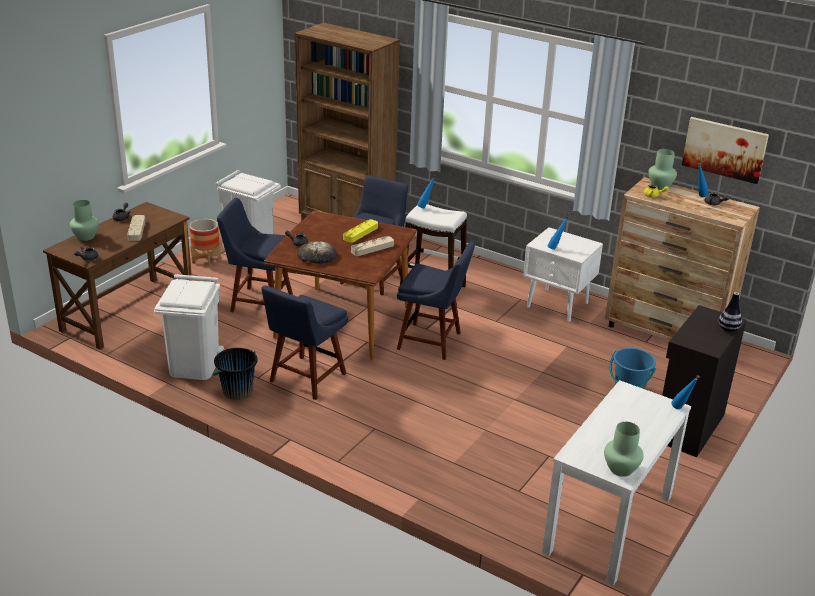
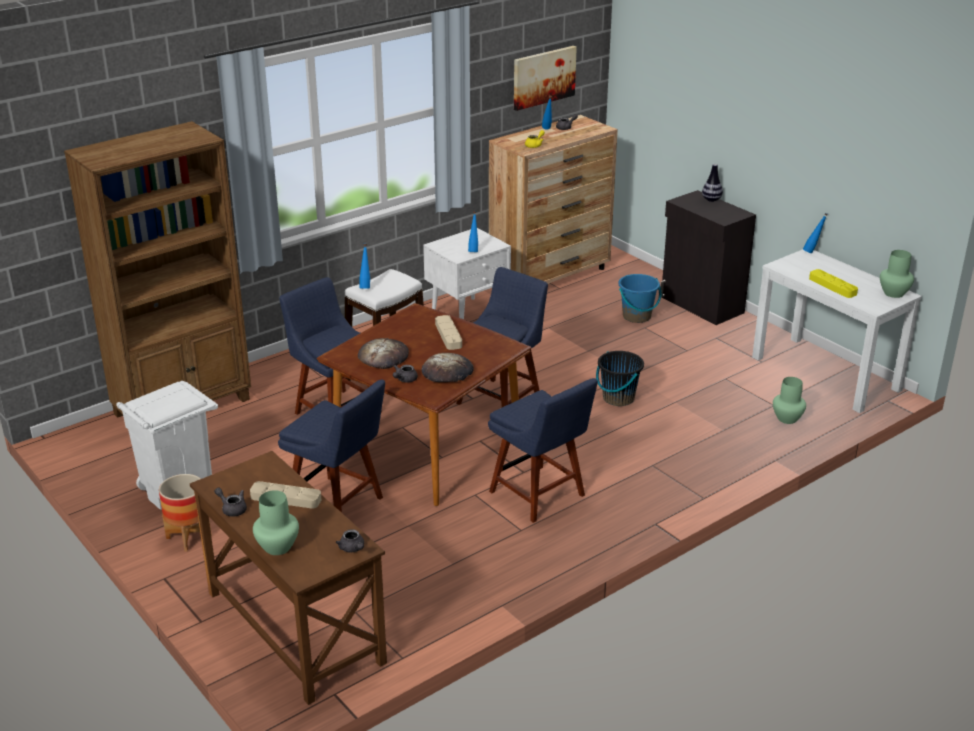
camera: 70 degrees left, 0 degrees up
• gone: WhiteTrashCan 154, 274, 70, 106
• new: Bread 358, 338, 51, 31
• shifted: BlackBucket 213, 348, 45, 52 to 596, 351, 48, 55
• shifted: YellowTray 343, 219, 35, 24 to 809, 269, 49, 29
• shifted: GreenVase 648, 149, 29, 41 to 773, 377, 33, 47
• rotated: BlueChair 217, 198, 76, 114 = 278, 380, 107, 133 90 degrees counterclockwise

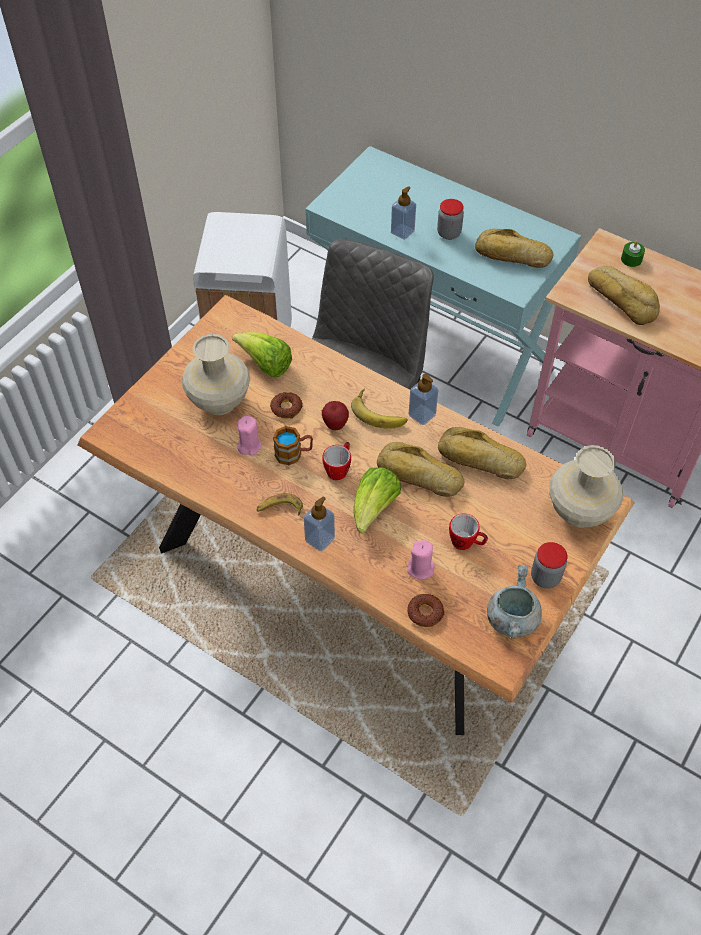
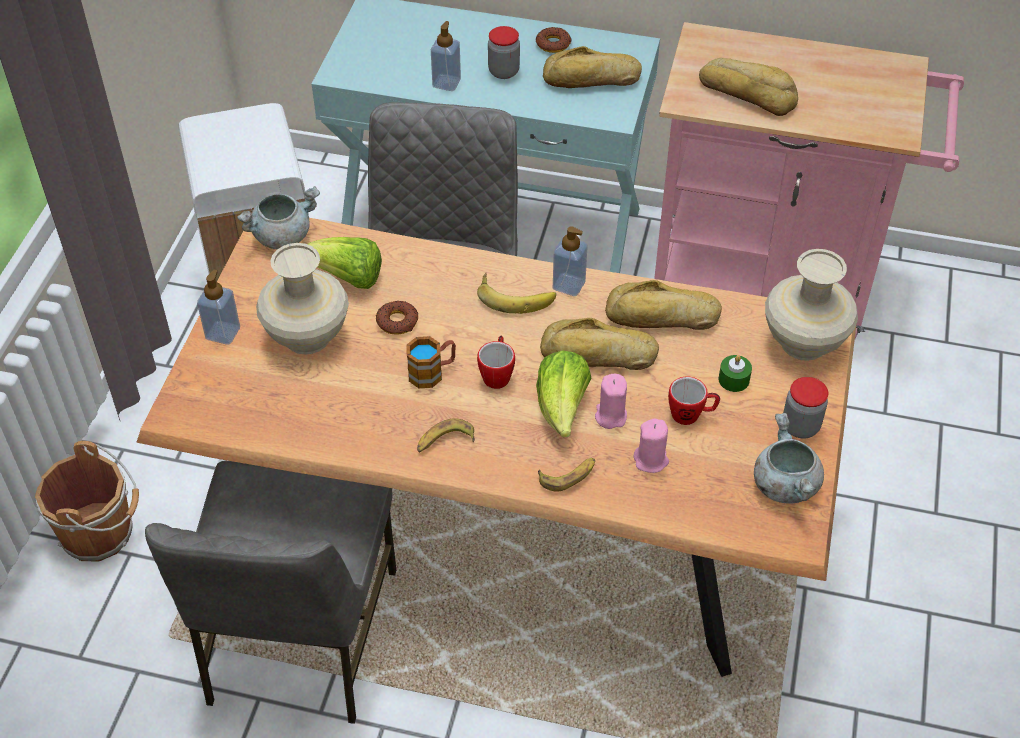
camera: 20 degrees left, 5 degrees down
• gone: Apple 322, 401, 27, 29
• new: BrownBucket 35, 441, 104, 120
• new: GreyChair 145, 461, 251, 263
• new: GreyCookingPot 237, 186, 83, 63
• new: Banana 538, 458, 57, 33
• shifted: PinkCandle 237, 416, 24, 40 to 595, 374, 32, 55
• shifted: SoapDispenser 304, 497, 31, 54 to 197, 270, 43, 75
• shifted: Donut 407, 594, 37, 33 to 536, 27, 35, 26
• shifted: GreenCandle 621, 240, 24, 27 to 719, 355, 33, 37

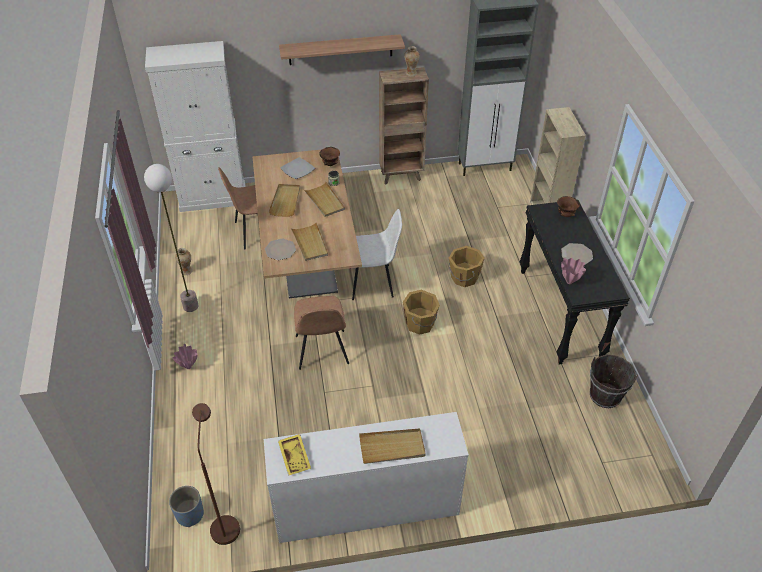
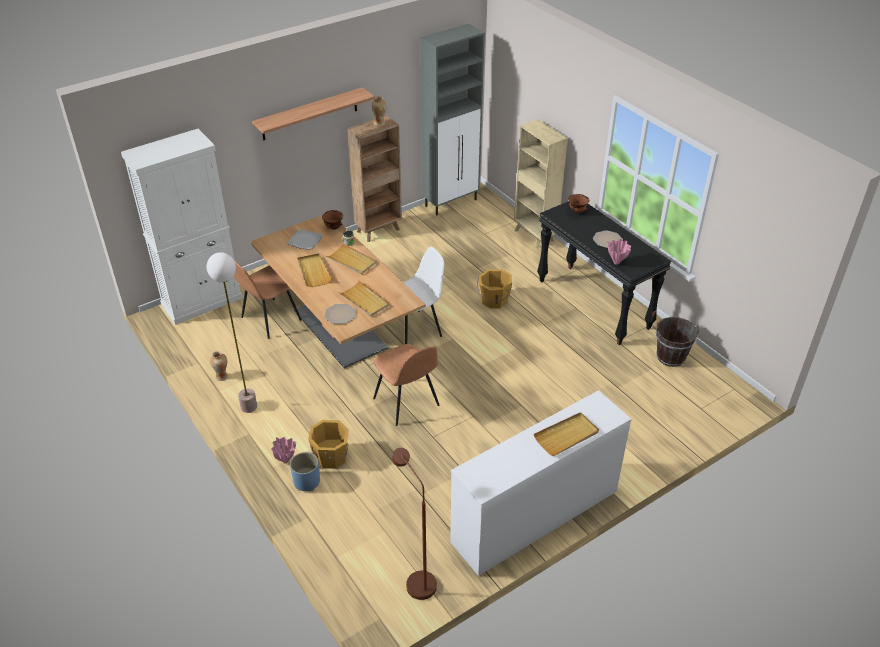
camera: 25 degrees left, 5 degrees down
• gone: YellowTray 278, 434, 33, 42
• shifted: BluePlanter 169, 486, 35, 41 to 290, 452, 30, 39
• shifted: OrangeBucket 403, 290, 37, 45 to 308, 420, 41, 49

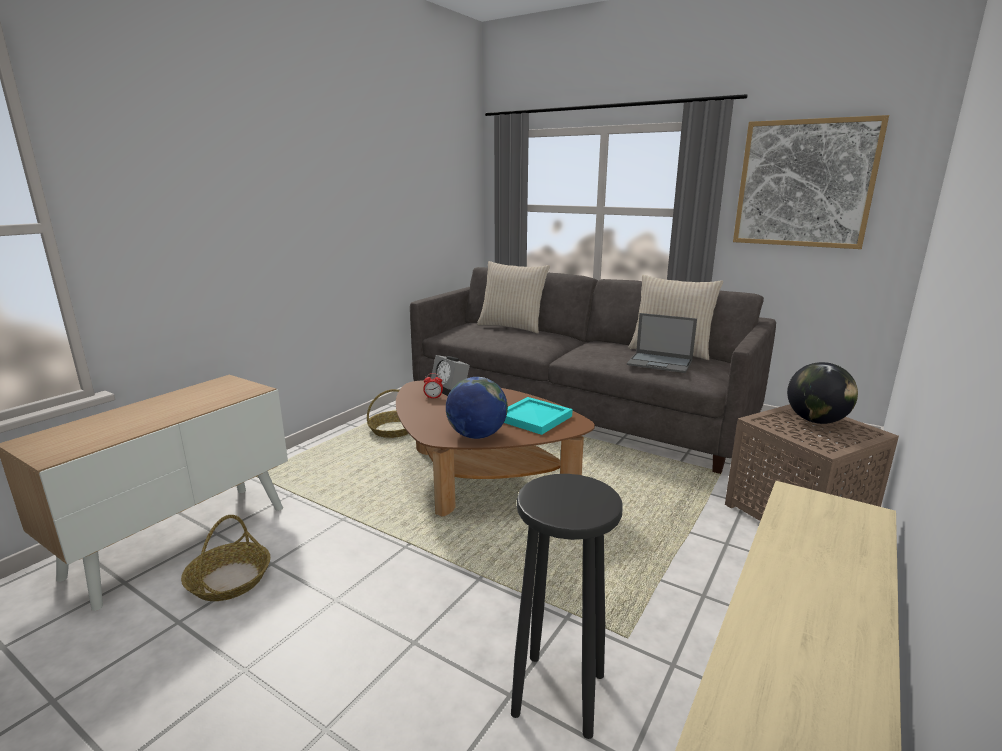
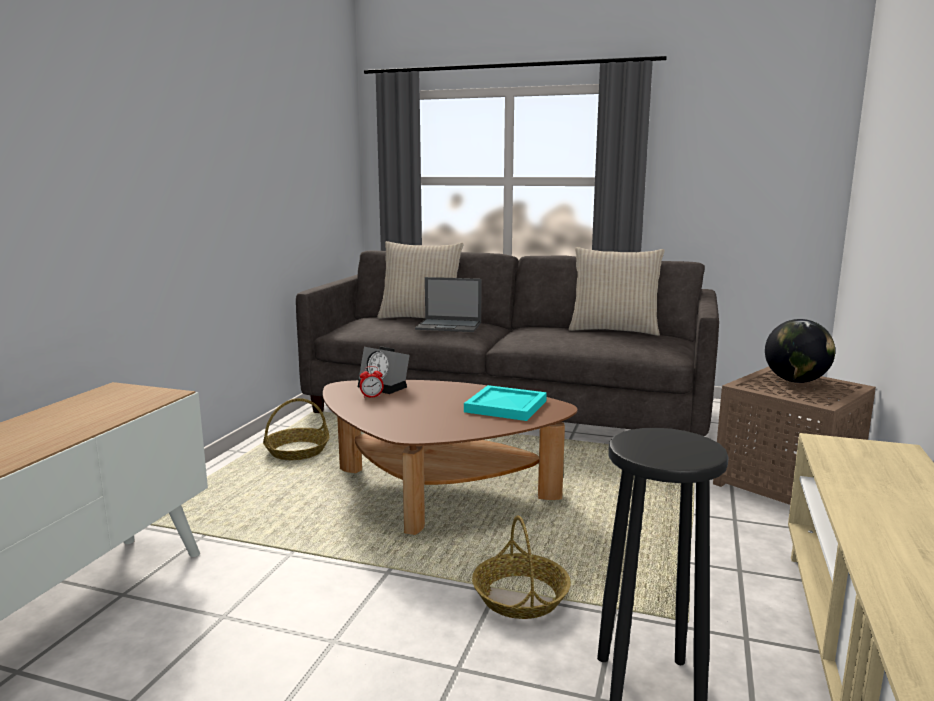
camera: 15 degrees left, 5 degrees down
• gone: Globe 446, 377, 62, 62
• gone: Picture 733, 115, 156, 134
• shifted: Basket 181, 515, 89, 86 to 472, 515, 99, 104
• shifted: Laptop 627, 313, 70, 60 to 415, 277, 66, 55

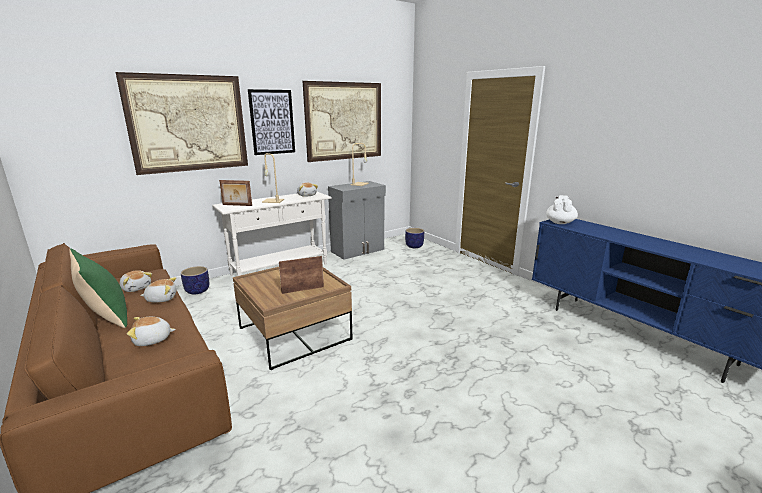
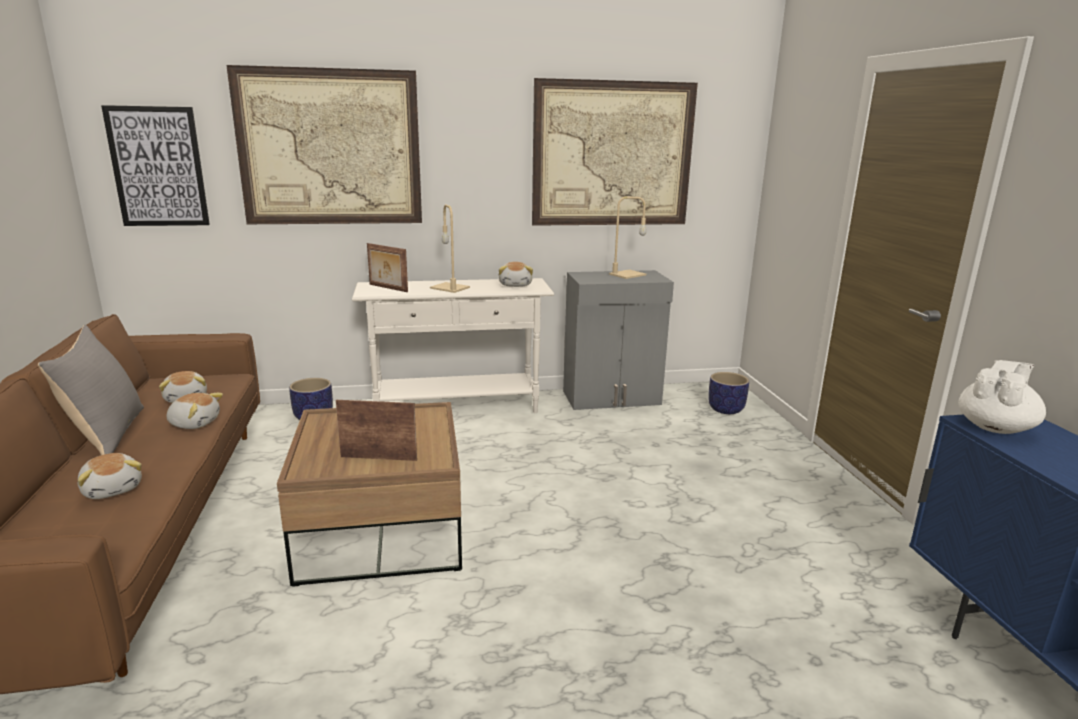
camera: 25 degrees right, 0 degrees up
• shifted: Picture 248, 89, 47, 66 to 101, 105, 109, 121
• repainted: GreenPillow 69, 248, 58, 80 to GreyPillow 38, 325, 106, 130
• rotated: PlushToy 127, 317, 49, 29 = 78, 453, 64, 46 135 degrees counterclockwise

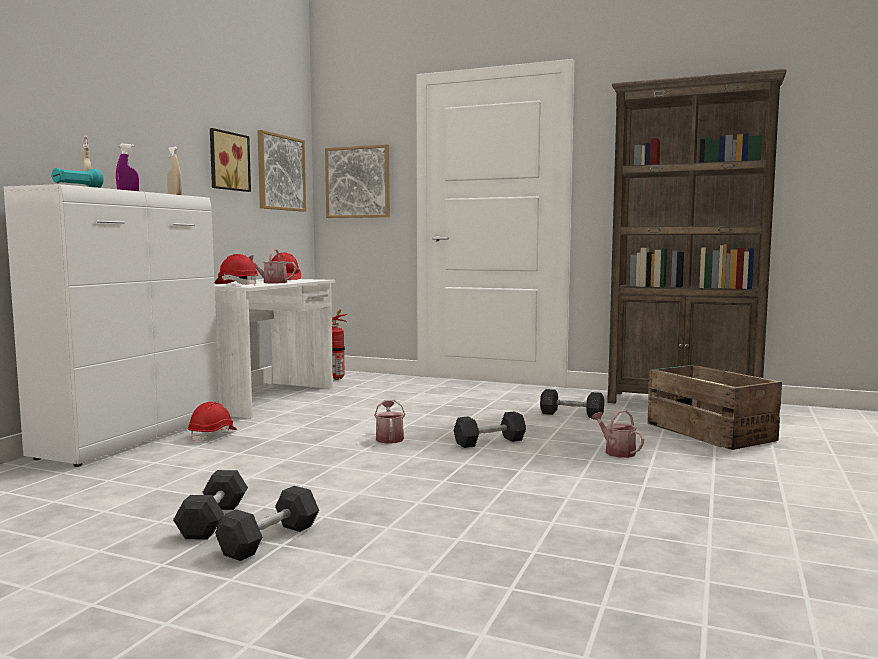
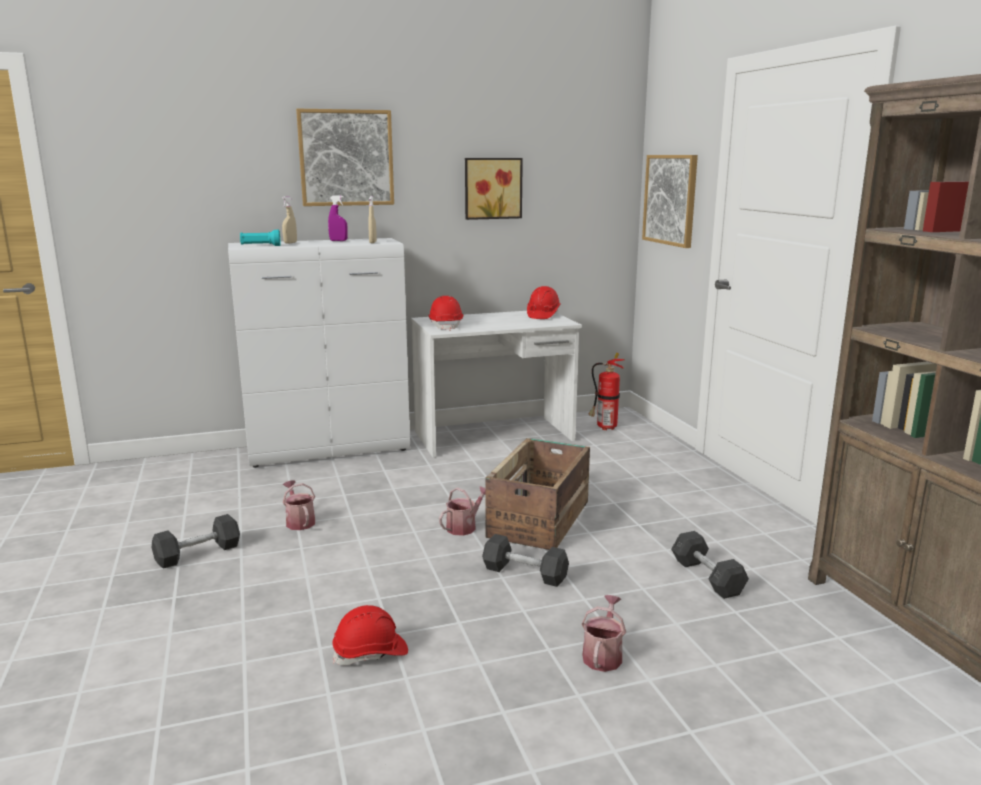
camera: 50 degrees right, 10 degrees up
• gone: GreyDumbbell 215, 486, 104, 75
• shifted: RedHardHat 188, 402, 49, 41 to 333, 605, 75, 60
• shifted: WateringCan 249, 249, 47, 34 to 283, 480, 32, 50
• shifted: Picture 257, 130, 49, 82 to 296, 109, 98, 97
• shifted: Crate 647, 365, 135, 85 to 485, 438, 105, 112

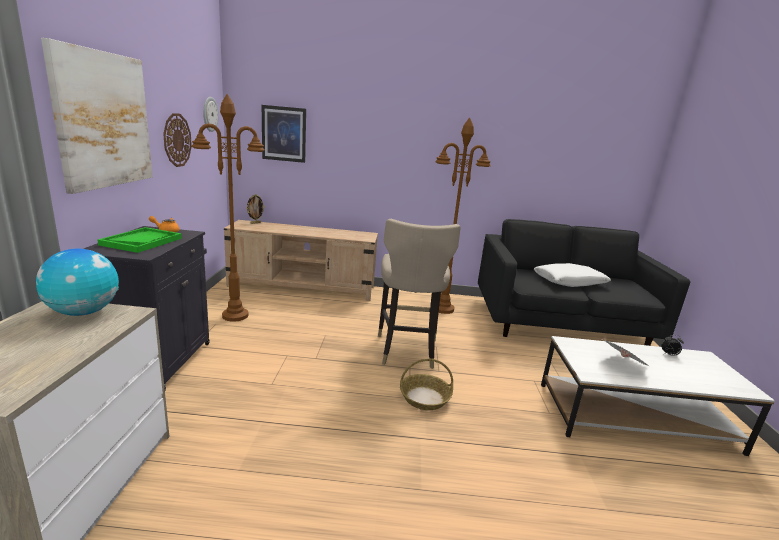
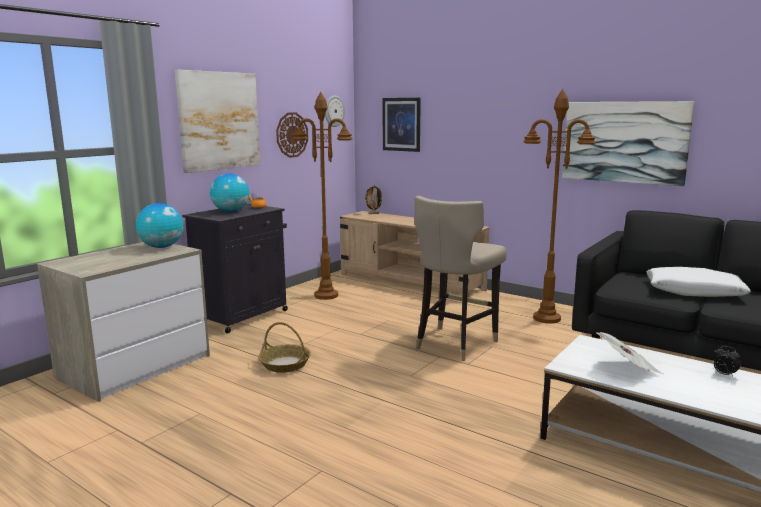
camera: 35 degrees right, 5 degrees down
• new: Picture 562, 101, 133, 85
• shifted: Basket 400, 359, 53, 51 to 258, 322, 53, 51
• swapped: GreenTray 97, 227, 85, 26 to Globe 210, 173, 39, 39

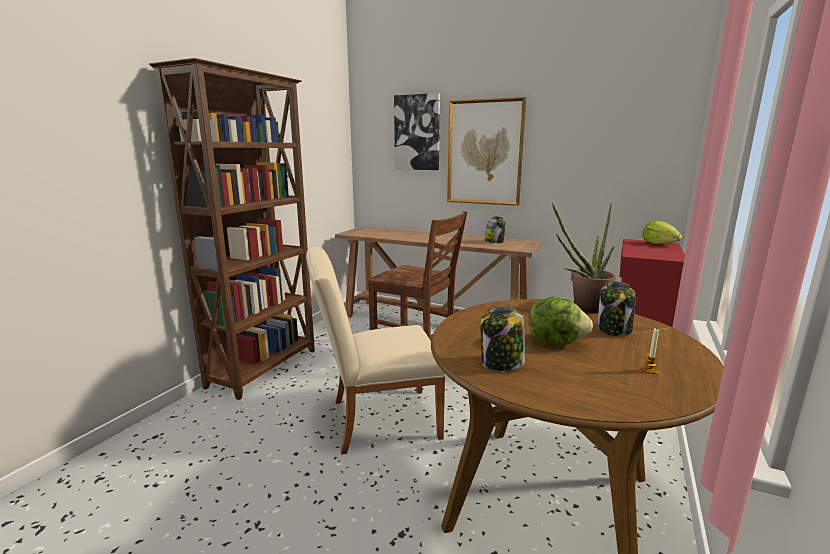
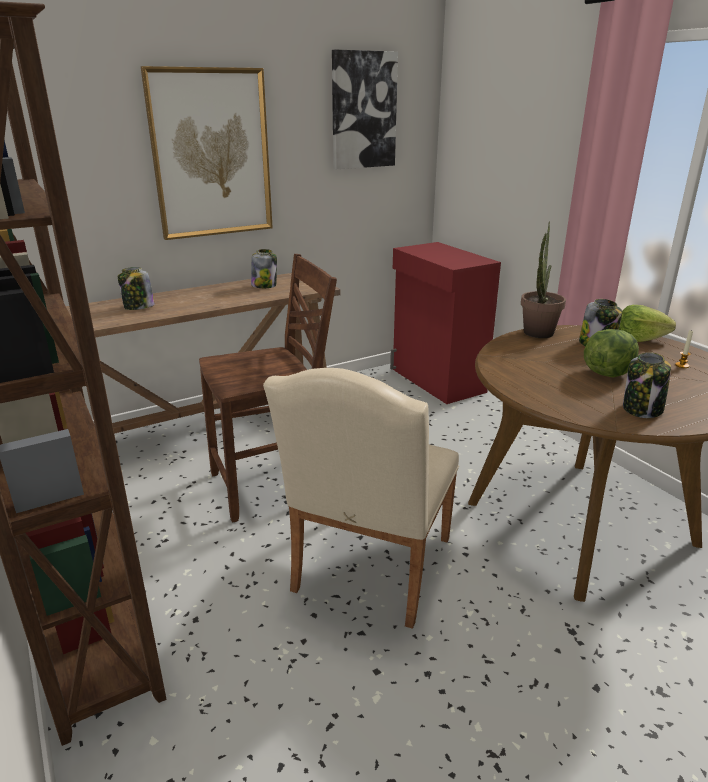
camera: 55 degrees left, 10 degrees up
• new: Jar 118, 267, 37, 43
• shifted: Picture 394, 93, 46, 77 to 332, 50, 66, 119
• shifted: Lettuce 642, 220, 40, 24 to 619, 305, 57, 37

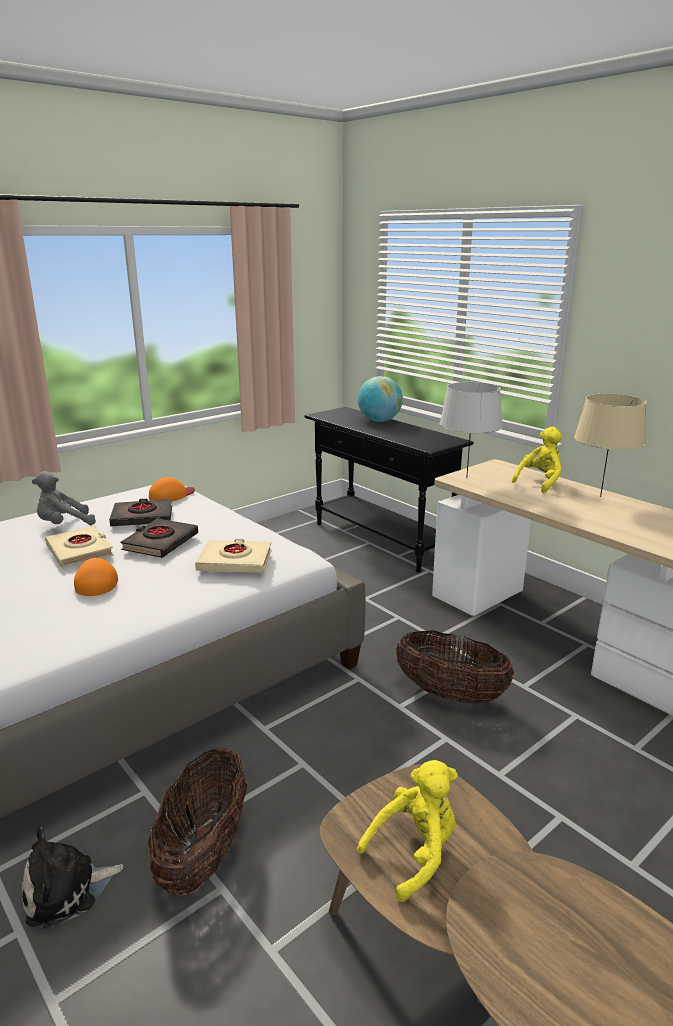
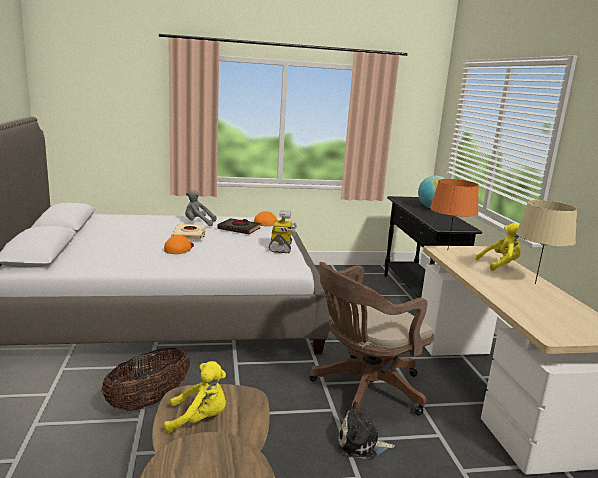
camera: 30 degrees right, 5 degrees down
• gone: BlackBook 121, 518, 77, 40
• gone: BeigeBook 195, 539, 77, 34
• new: ToyRobot 269, 210, 28, 43
• shifted: PlushToy 22, 827, 102, 102 to 338, 401, 57, 58
• swapped: Basket 396, 630, 118, 73 to BrownOfficeChair 310, 262, 124, 154
• repainted: GreyTableLamp 440, 382, 63, 96 to OrangeTableLamp 430, 179, 49, 72

